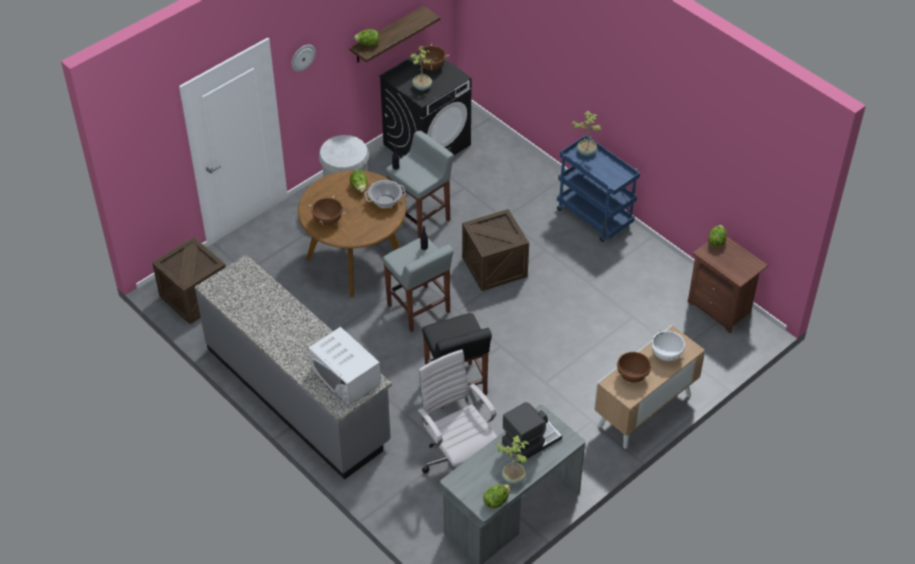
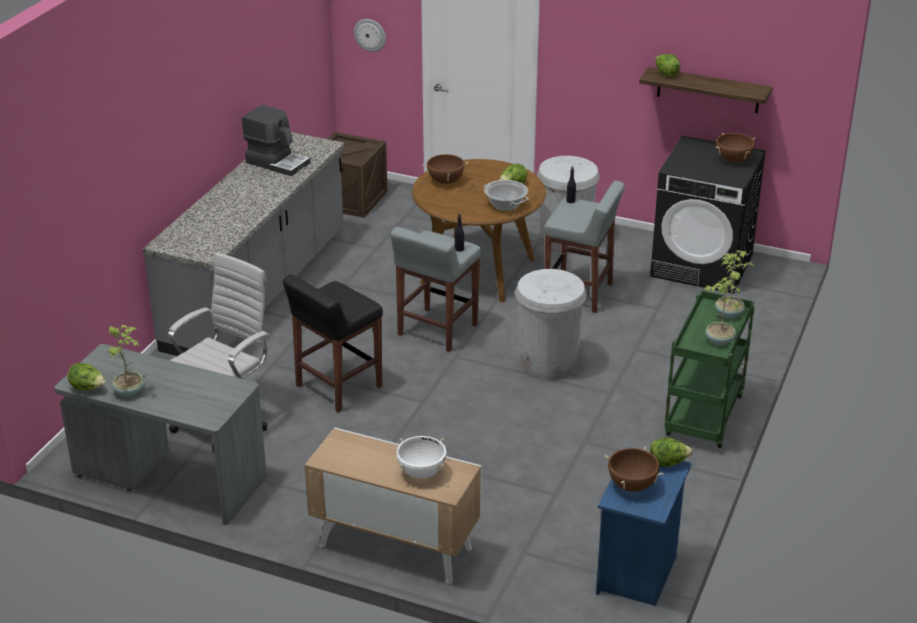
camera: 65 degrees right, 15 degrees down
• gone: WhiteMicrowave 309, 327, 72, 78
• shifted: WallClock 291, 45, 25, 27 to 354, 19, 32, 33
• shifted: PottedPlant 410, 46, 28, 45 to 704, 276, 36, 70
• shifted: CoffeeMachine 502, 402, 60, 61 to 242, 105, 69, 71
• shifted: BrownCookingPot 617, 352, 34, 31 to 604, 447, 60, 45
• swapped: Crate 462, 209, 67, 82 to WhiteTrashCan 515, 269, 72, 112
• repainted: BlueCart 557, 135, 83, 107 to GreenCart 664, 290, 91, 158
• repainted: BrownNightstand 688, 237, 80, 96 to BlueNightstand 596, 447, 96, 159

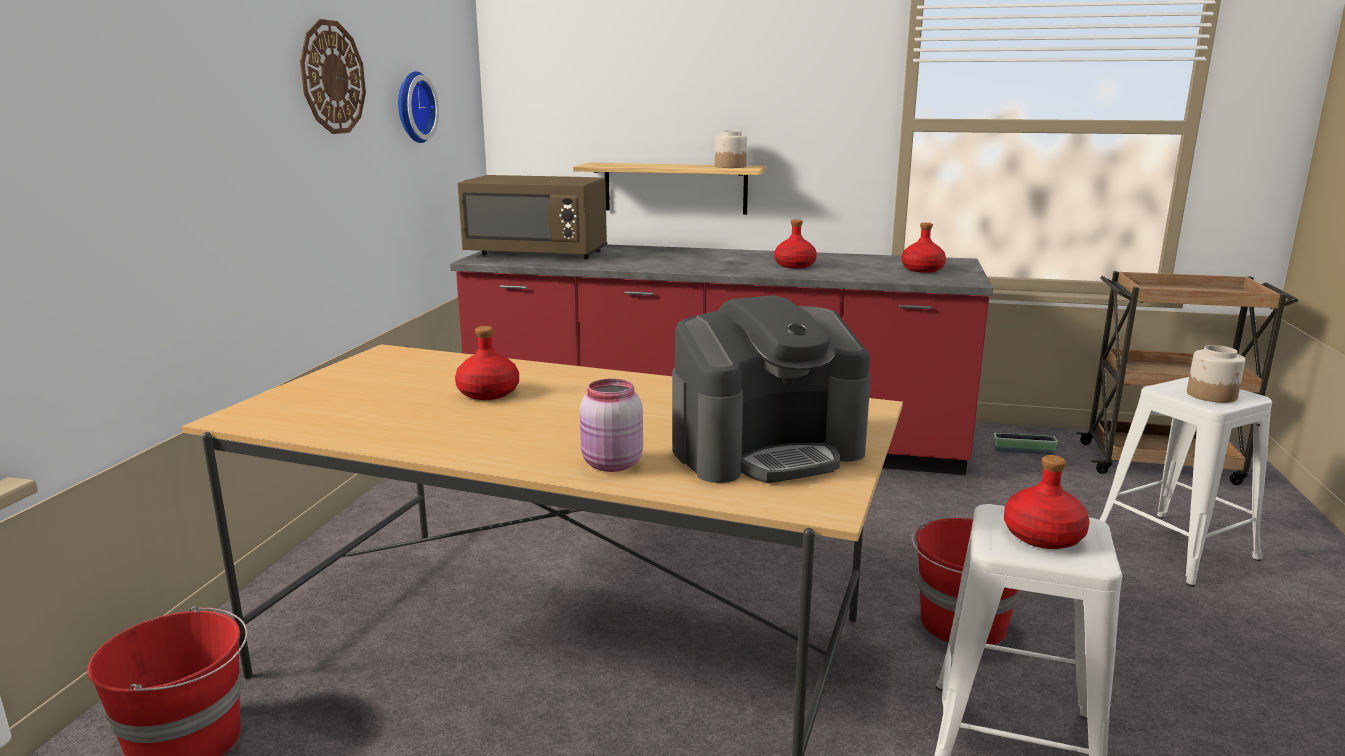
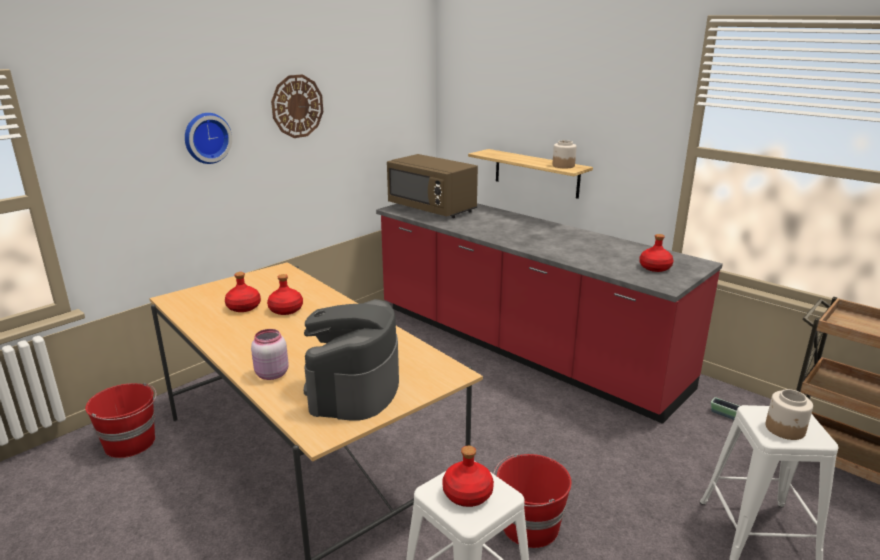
camera: 30 degrees right, 5 degrees up
• shifted: WallClock 398, 71, 41, 72 to 185, 113, 47, 51
• shifted: RedBottle 774, 220, 43, 48 to 225, 272, 36, 40
• rotated: CoffeeMachine 672, 295, 199, 188 = 304, 299, 95, 122 90 degrees clockwise

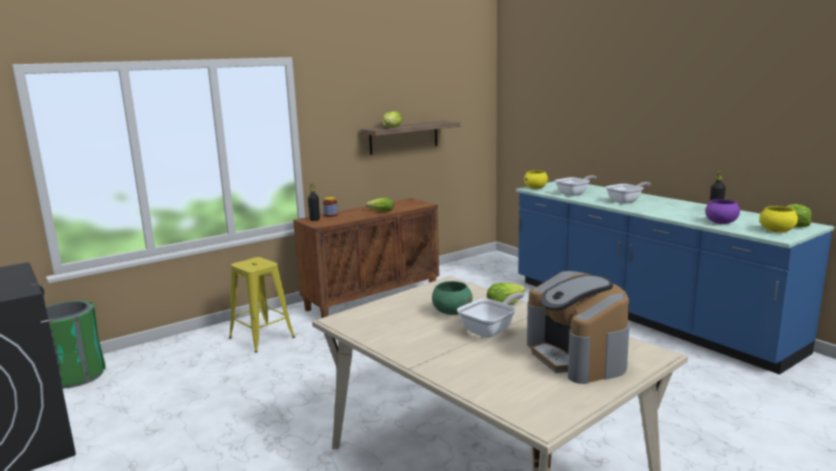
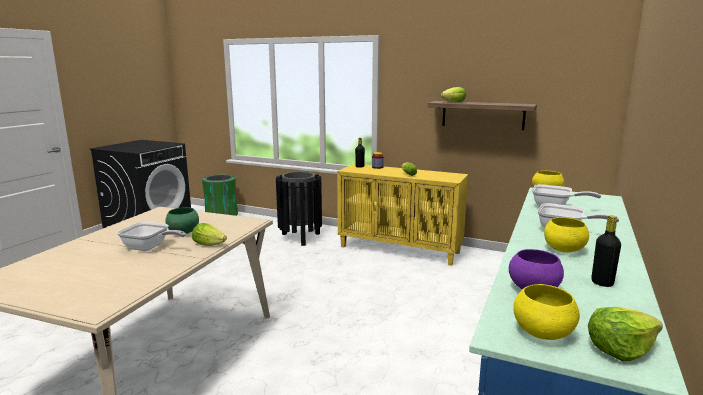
camera: 60 degrees right, 0 degrees up
• gone: CoffeeMachine 527, 271, 102, 113
• new: YellowBowl 544, 217, 45, 36
• swapped: YellowStool 229, 257, 66, 95 to BlackTrashCan 276, 172, 46, 74
• repainted: BrownCabinet 293, 198, 146, 120 to YellowCabinet 337, 164, 131, 102

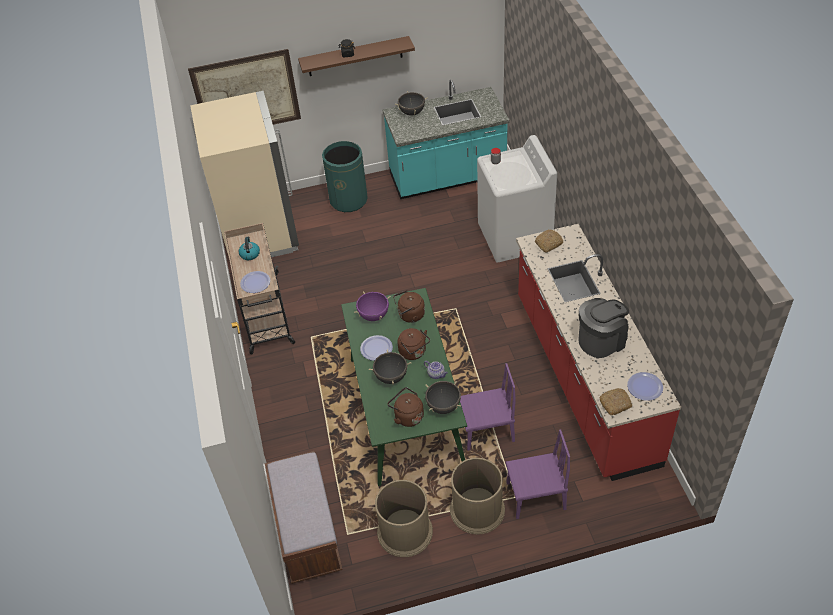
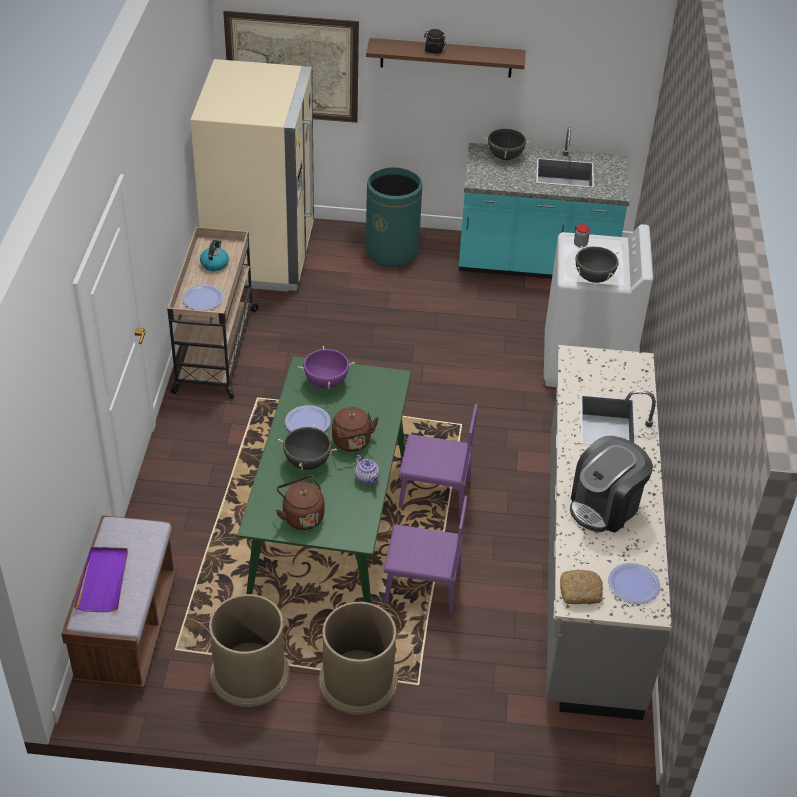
camera: 15 degrees right, 5 degrees down
• gone: BrownKettle 393, 290, 32, 33
• gone: Bread 535, 229, 28, 24
• new: PurpleTray 74, 547, 54, 65
• shifted: BlackCookingPot 425, 381, 36, 33 to 575, 245, 44, 38
• shifted: PurpleChair 506, 429, 64, 90 to 398, 404, 79, 114
• repainted: RedCounter 516, 224, 165, 257 to GreyCounter 546, 345, 126, 375
• rotated: CoffeeMachine 578, 298, 51, 60 = 570, 436, 83, 97 150 degrees clockwise

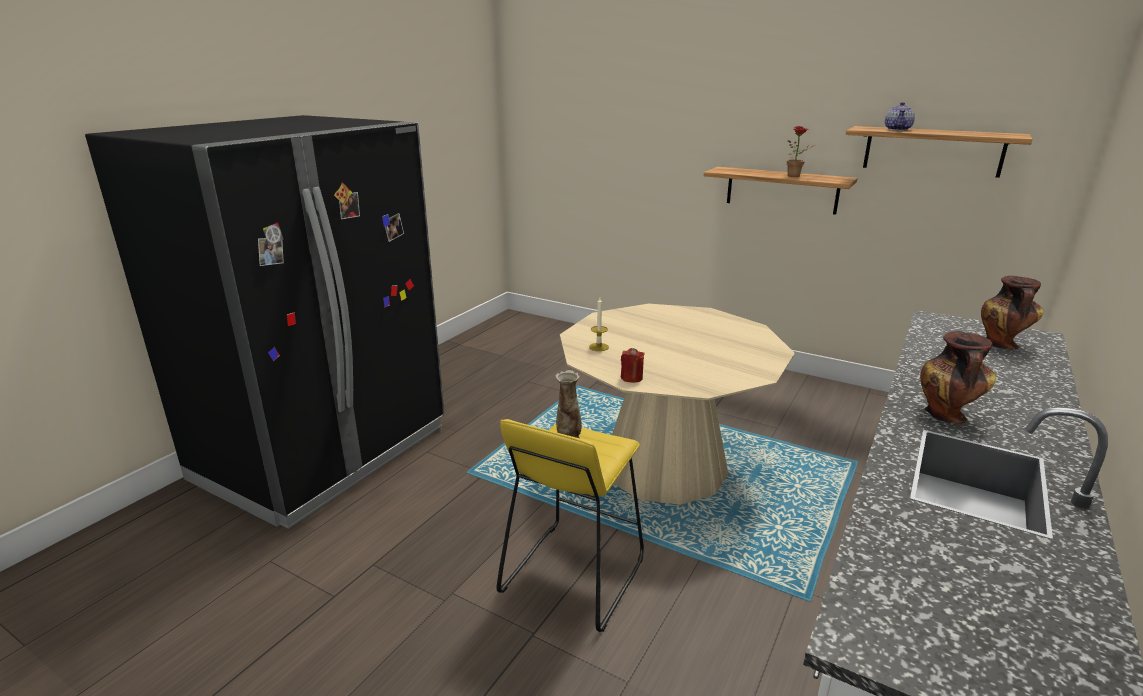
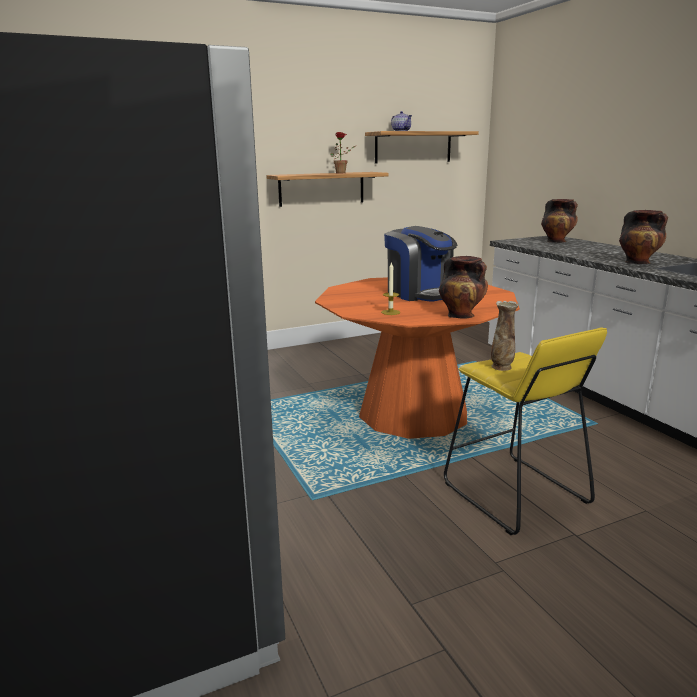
camera: 55 degrees left, 5 degrees down
• new: CoffeeMachine 384, 226, 74, 76
• swapped: RedCandle 621, 348, 24, 35 to Vase 439, 256, 49, 63
• repainted: BeigeDiningTable 560, 304, 235, 201 to OrangeDiningTable 315, 277, 205, 162

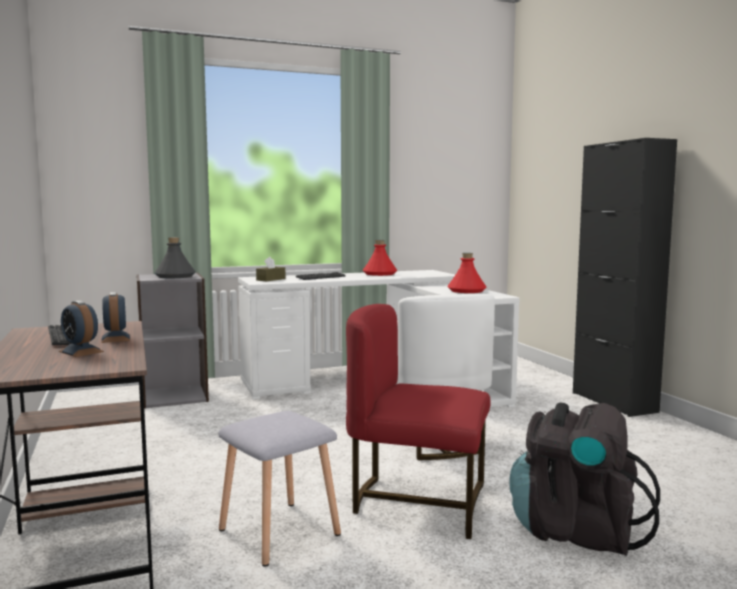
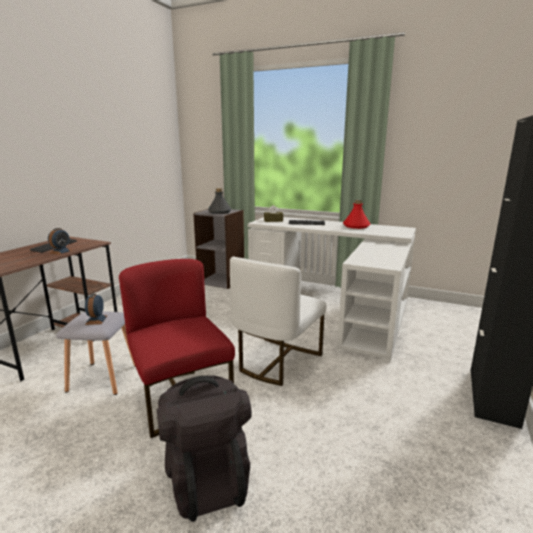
camera: 45 degrees right, 10 degrees up
• gone: RedBottle 447, 253, 40, 40
• shifted: AlarmClock 59, 300, 45, 57 to 85, 293, 22, 32

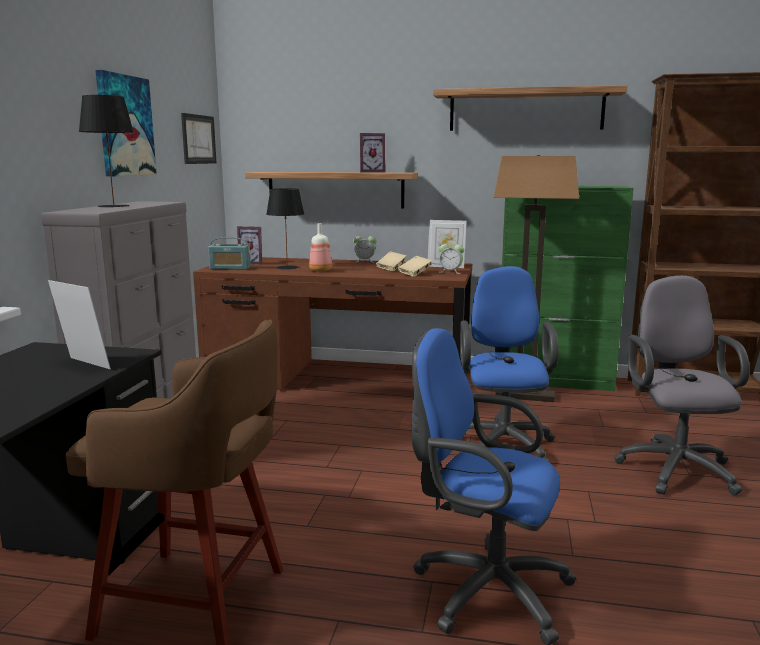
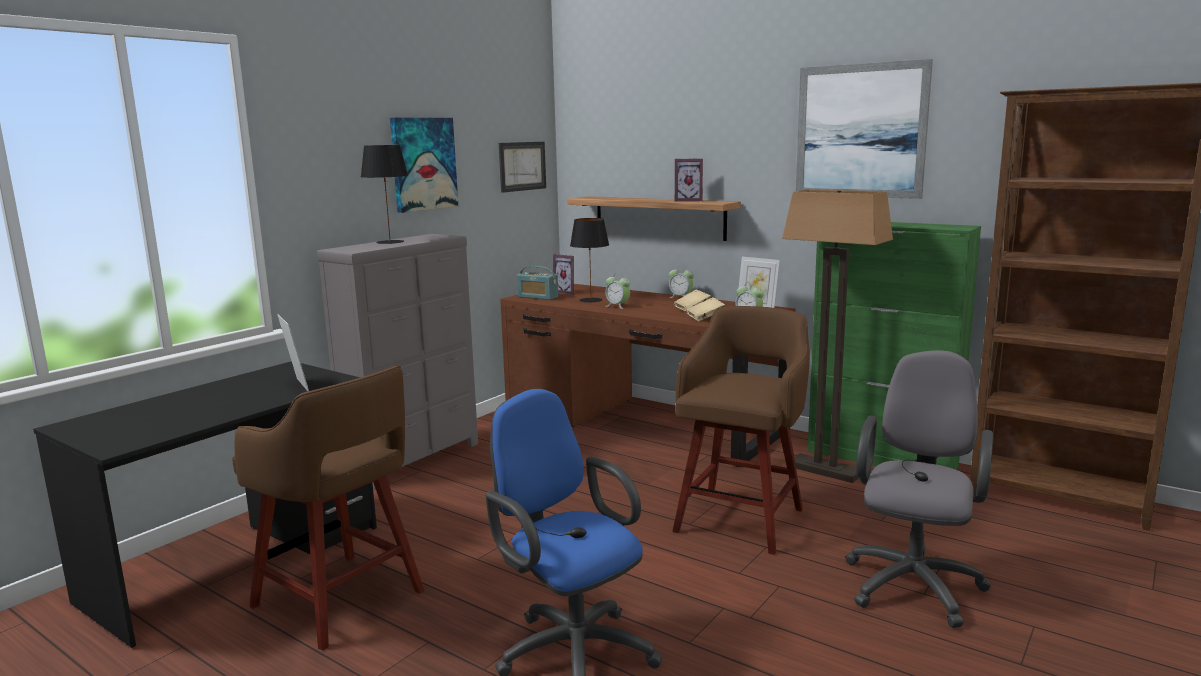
camera: 25 degrees right, 0 degrees up
• swapped: Bottle 309, 223, 23, 49 to AlarmClock 605, 273, 25, 36
• swapped: Shelf 433, 85, 194, 46 to Picture 796, 59, 137, 140
• swapped: BlueOfficeChair 460, 266, 99, 197 to BrownStool 672, 306, 138, 249

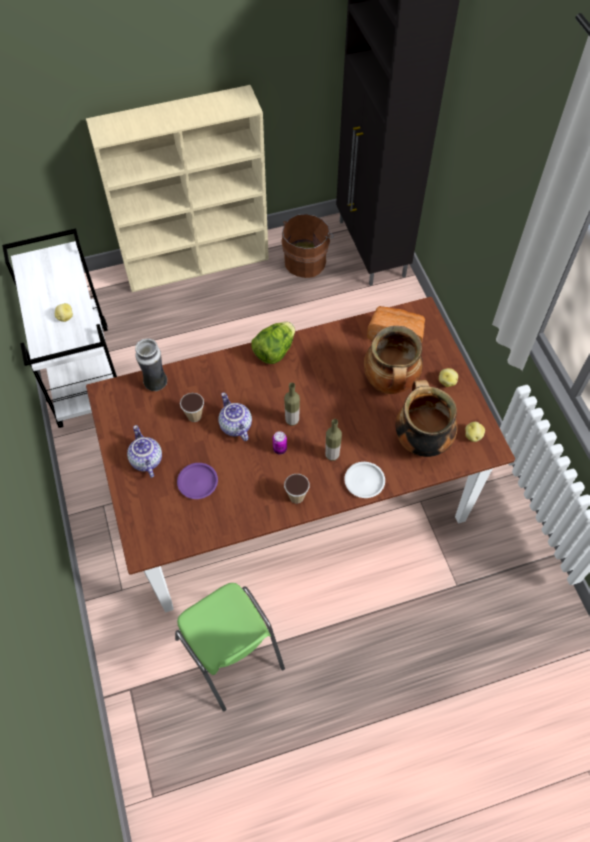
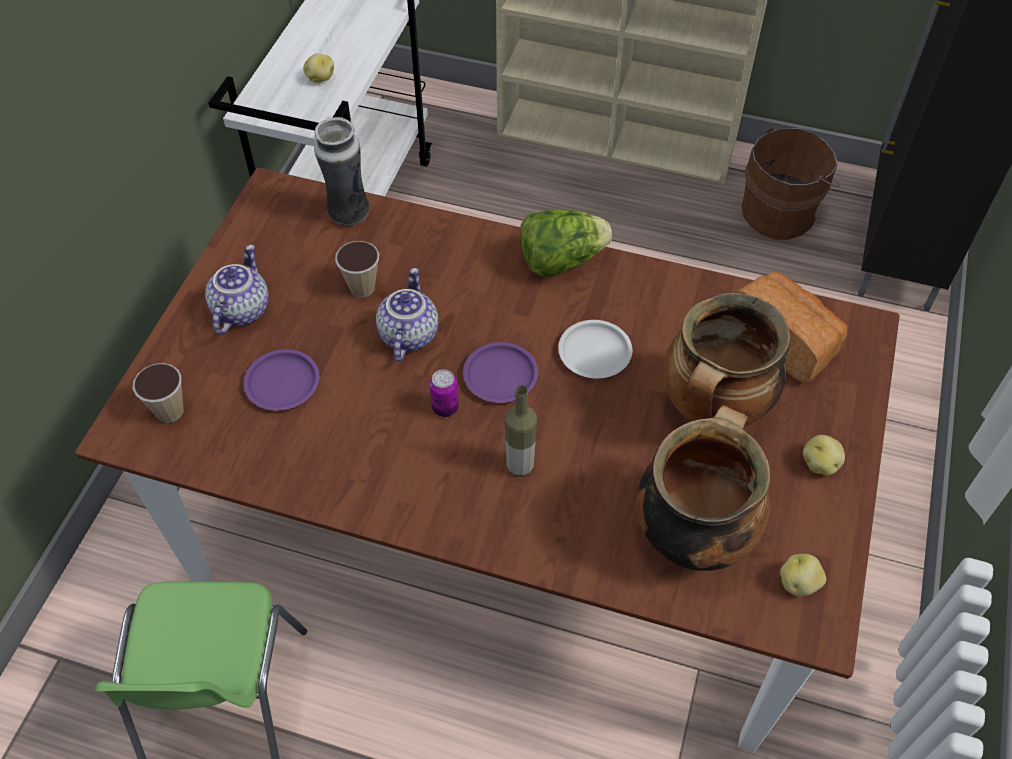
camera: 35 degrees right, 5 degrees down
• shifted: Cup 284, 474, 26, 30 to 133, 363, 51, 60
• shifted: WhitePlate 344, 462, 41, 36 to 558, 320, 74, 59
• swapped: Bottle 284, 383, 16, 43 to PurplePlate 463, 342, 75, 61

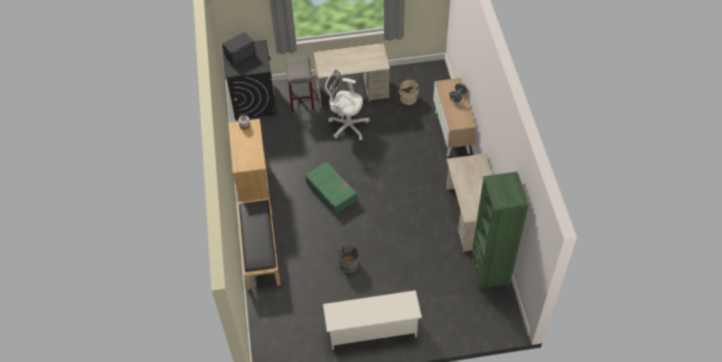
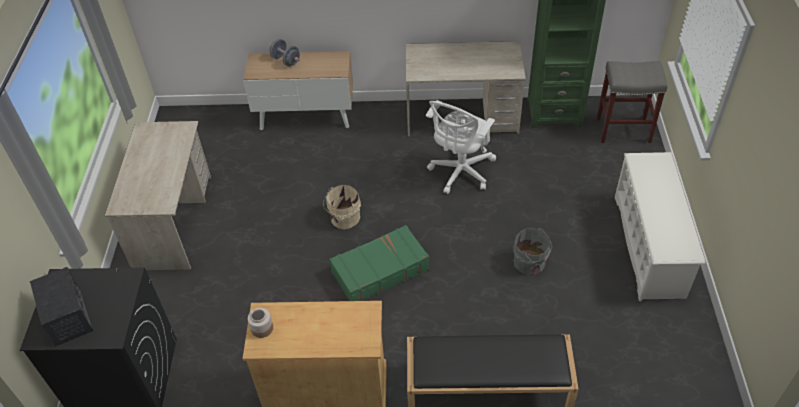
camera: 80 degrees left, 5 degrees down
• shifted: GreyStool 286, 56, 29, 56 to 596, 61, 71, 82
• shifted: WhiteOfficeChair 325, 69, 44, 71 to 426, 100, 70, 94
• shifted: BeigeBucket 397, 80, 22, 25 to 323, 185, 38, 44

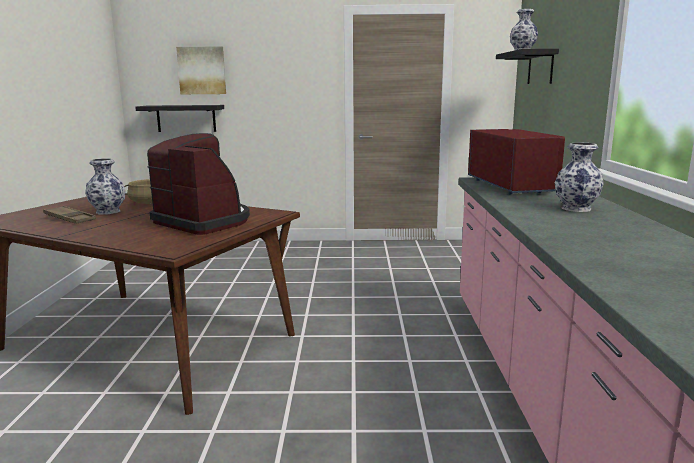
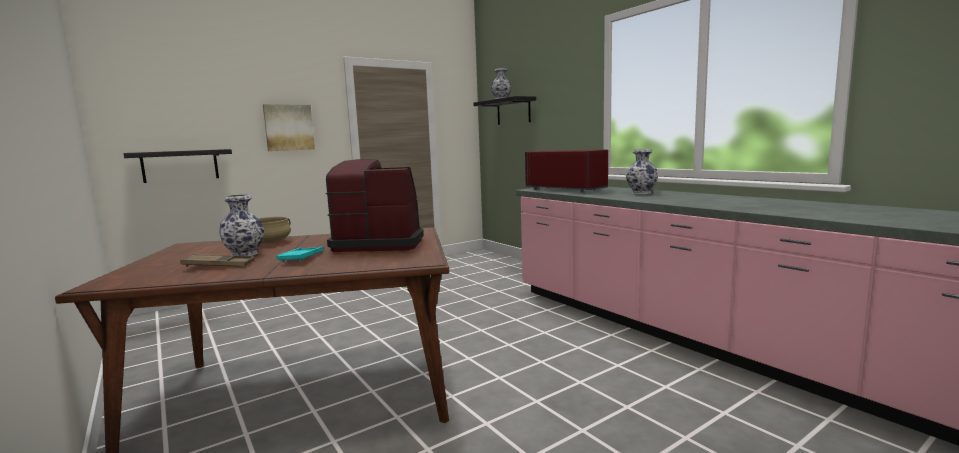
camera: 35 degrees left, 5 degrees down
• new: TurquoiseTray 276, 246, 48, 16
• shifted: Picture 176, 46, 50, 48 to 263, 104, 52, 47

